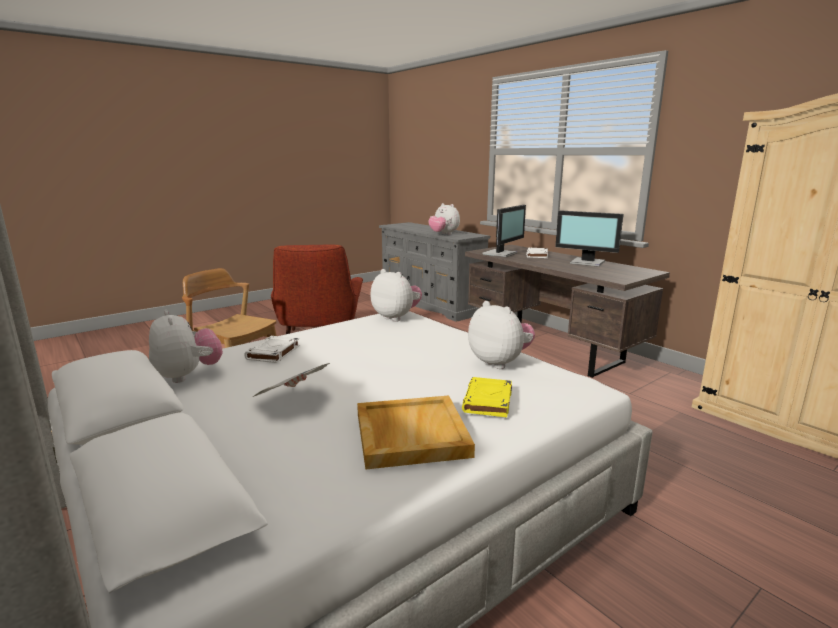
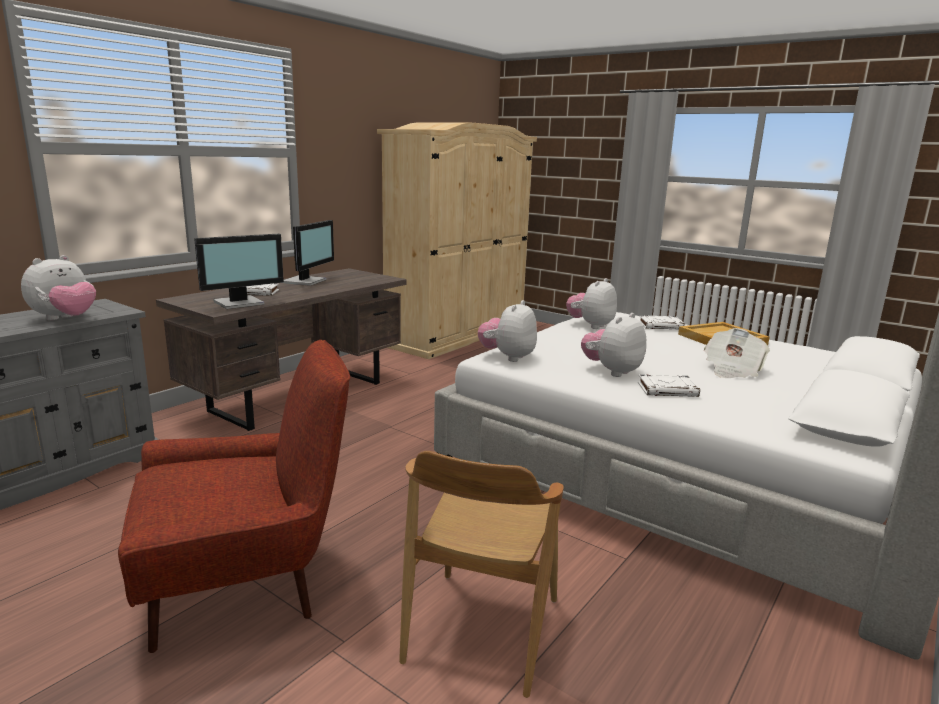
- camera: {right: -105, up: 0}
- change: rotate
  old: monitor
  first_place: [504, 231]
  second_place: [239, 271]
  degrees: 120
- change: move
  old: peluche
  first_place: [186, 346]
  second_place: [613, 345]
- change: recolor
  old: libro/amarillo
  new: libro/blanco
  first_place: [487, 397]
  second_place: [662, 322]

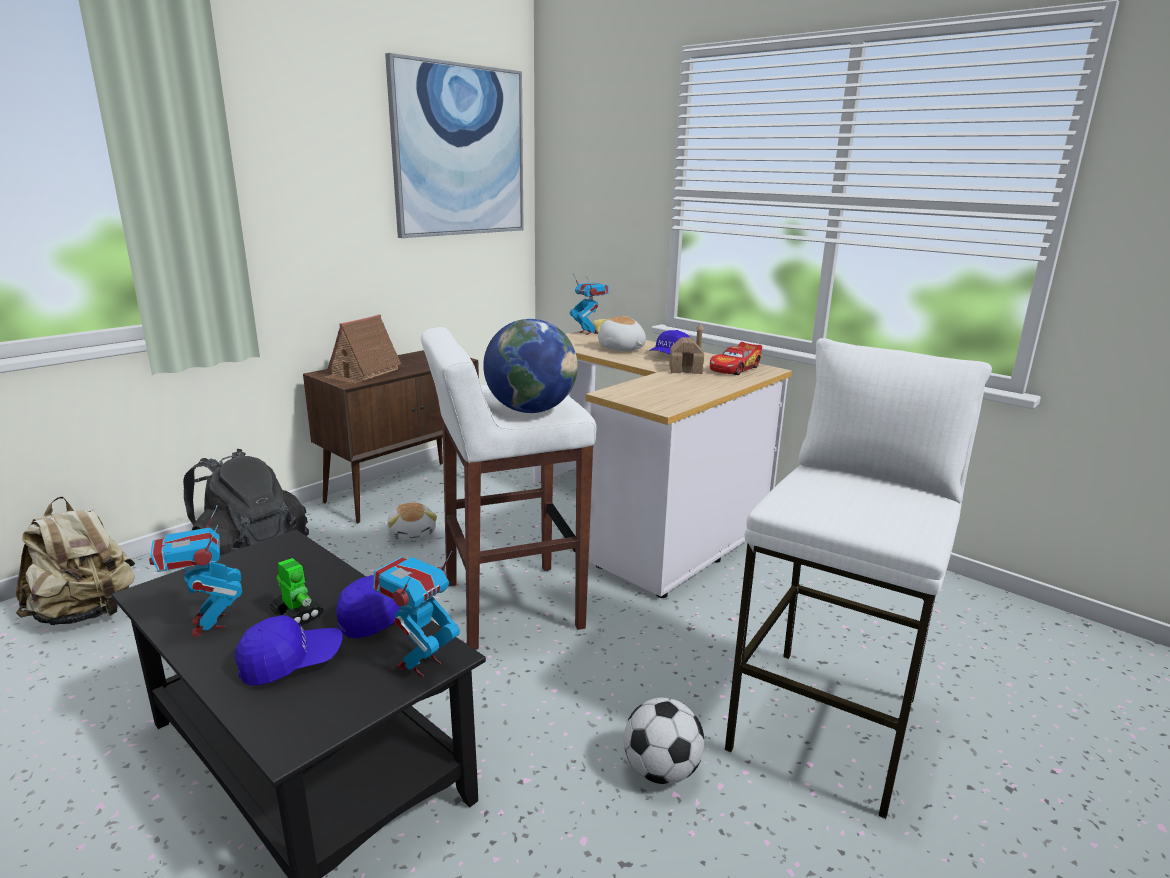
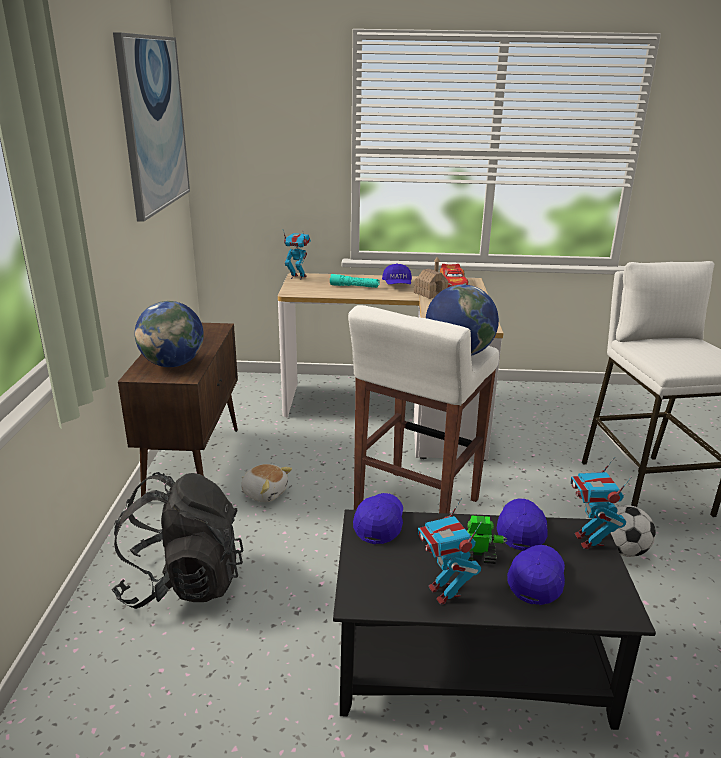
- camera: {right: -40, up: 5}
- change: replace
  old: casita
  new: globo terráqueo
  first_place: [362, 349]
  second_place: [169, 334]
- change: replace
  old: peluche
  new: linterna/turquesa
  first_place: [619, 333]
  second_place: [355, 281]
- change: delete
  old: mochila/beis
  first_place: [75, 561]
- change: rotate
  old: robot de juguete
  first_place: [195, 571]
  second_place: [450, 551]
  degrees: 45
- change: insert
  new: gorra/azul
  second_place: [378, 518]

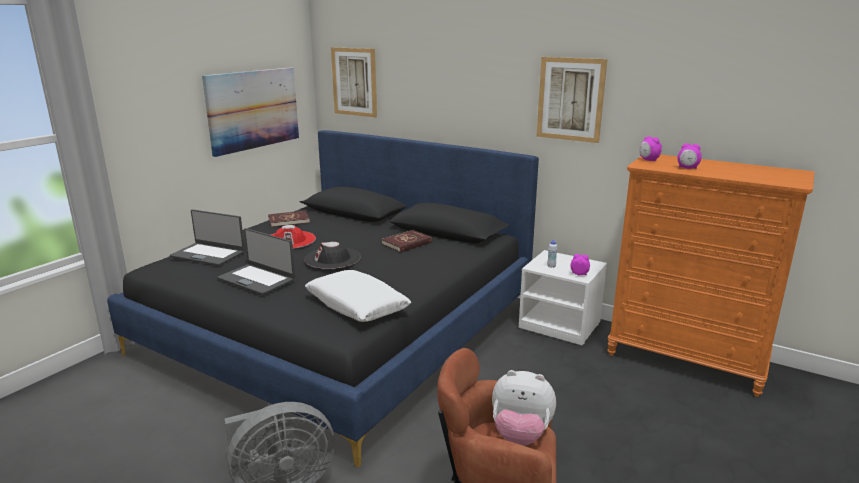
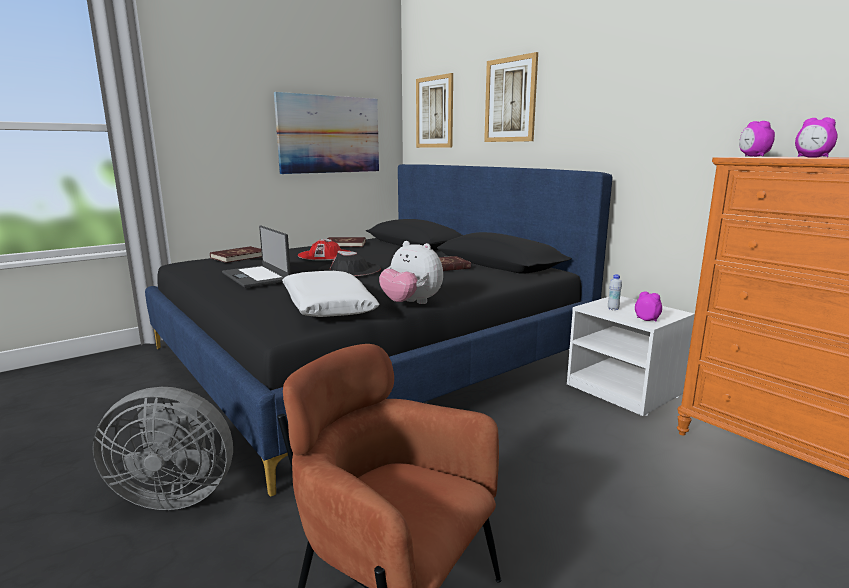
- camera: {right: 20, up: -5}
- change: move
  old: cuadro
  first_place: [571, 100]
  second_place: [511, 97]
- change: replace
  old: portátil
  new: libro/rojo
  first_place: [207, 237]
  second_place: [236, 254]
- change: move
  old: peluche
  first_place: [524, 408]
  second_place: [411, 272]

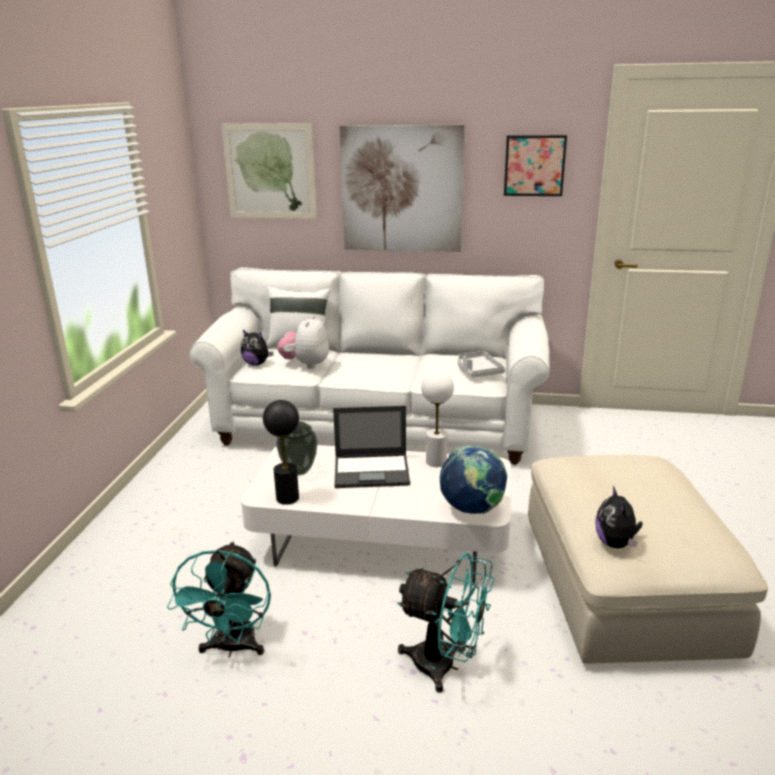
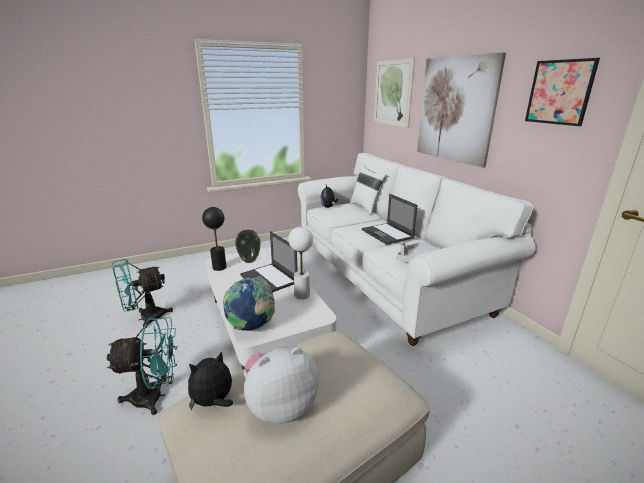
- camera: {right: 55, up: 0}
- change: move
  old: peluche
  first_place: [303, 342]
  second_place: [281, 385]
- change: rotate
  old: ventilador/turquesa
  first_place: [445, 623]
  second_place: [142, 366]
  degrees: -90
- change: insert
  new: portátil
  second_place: [390, 219]

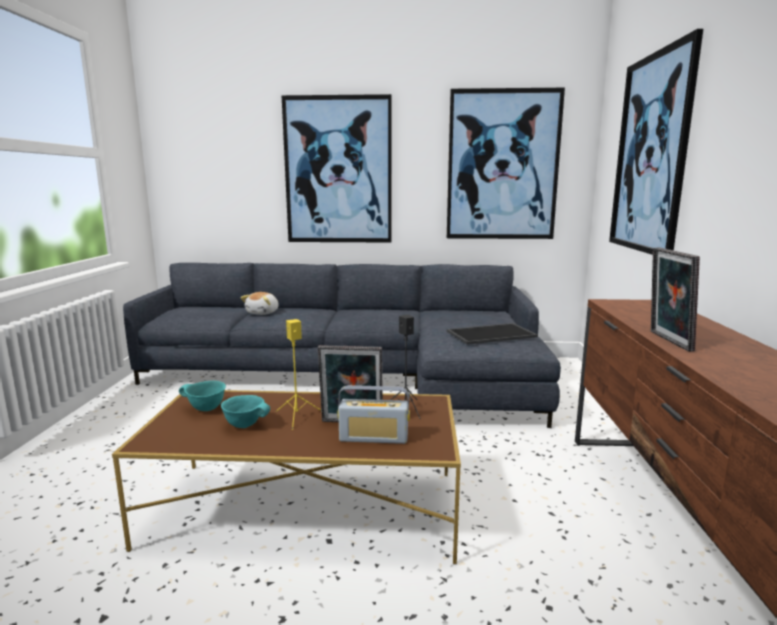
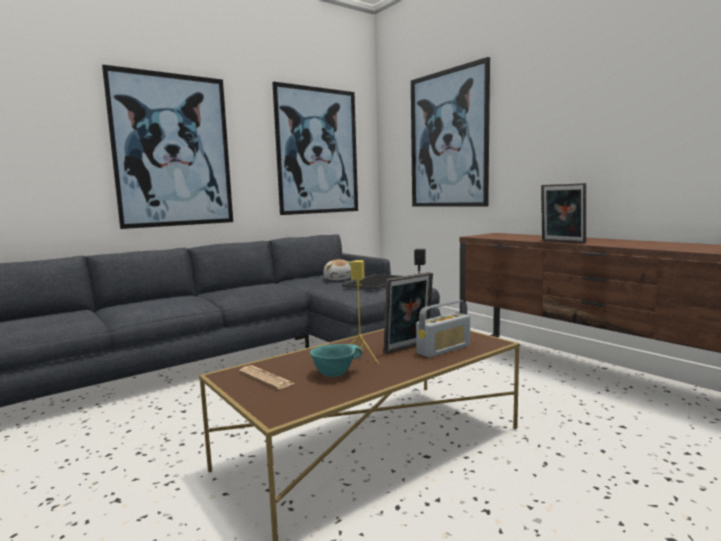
- camera: {right: -40, up: -5}
- change: move
  old: peluche
  first_place: [260, 303]
  second_place: [337, 269]
- change: replace
  old: cuenco/turquesa
  new: periódico
  first_place: [202, 396]
  second_place: [266, 377]

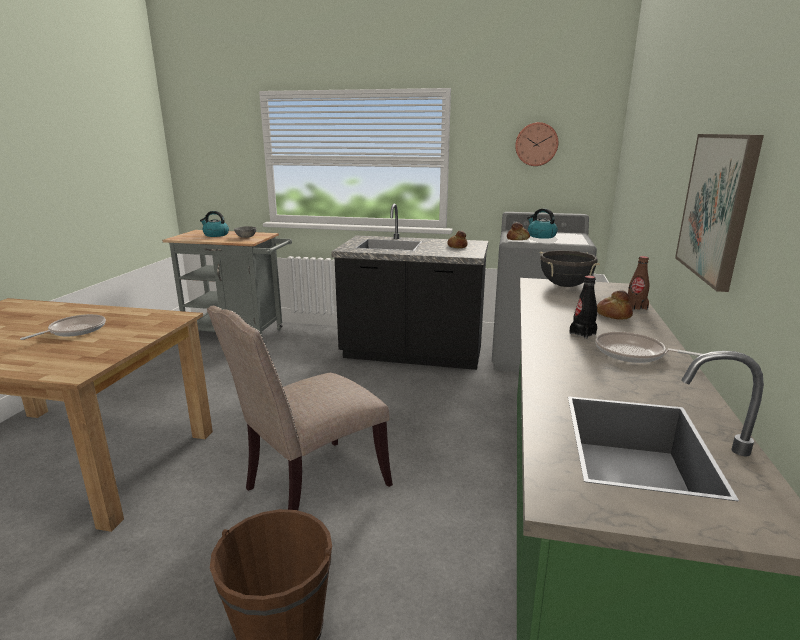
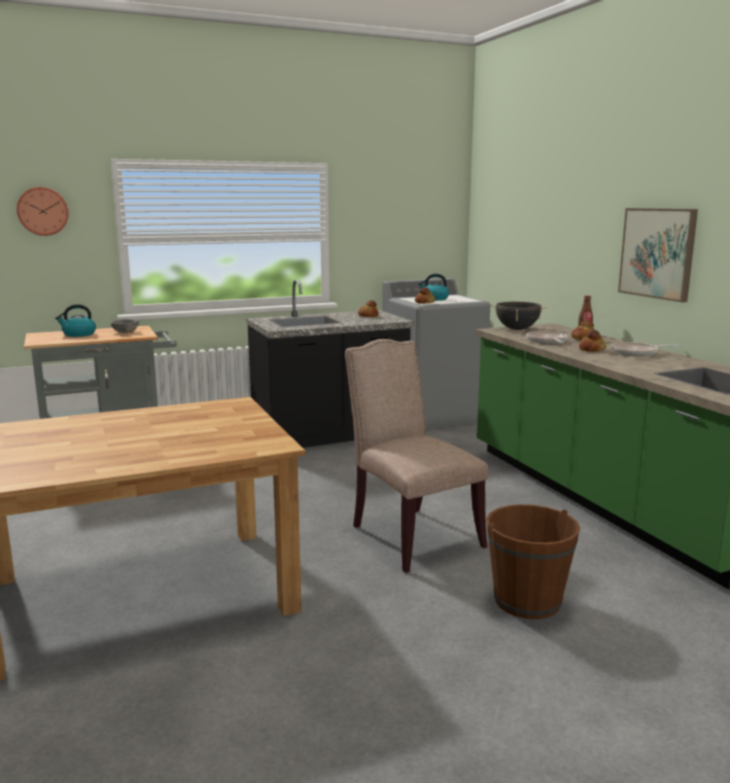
- camera: {right: -35, up: -5}
- change: move
  old: reloj de pared
  first_place: [536, 144]
  second_place: [43, 211]
- change: replace
  old: botella/negro
  new: pan
  first_place: [583, 307]
  second_place: [592, 341]
- change: rotate
  old: silla/beis
  first_place: [300, 408]
  second_place: [416, 456]
  degrees: 135
- change: move
  old: sartén
  first_place: [63, 327]
  second_place: [547, 337]

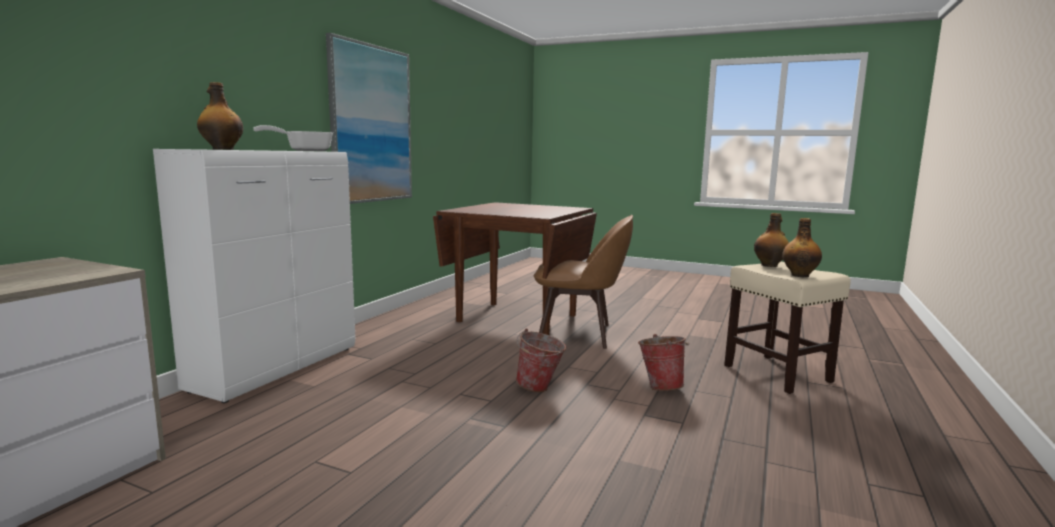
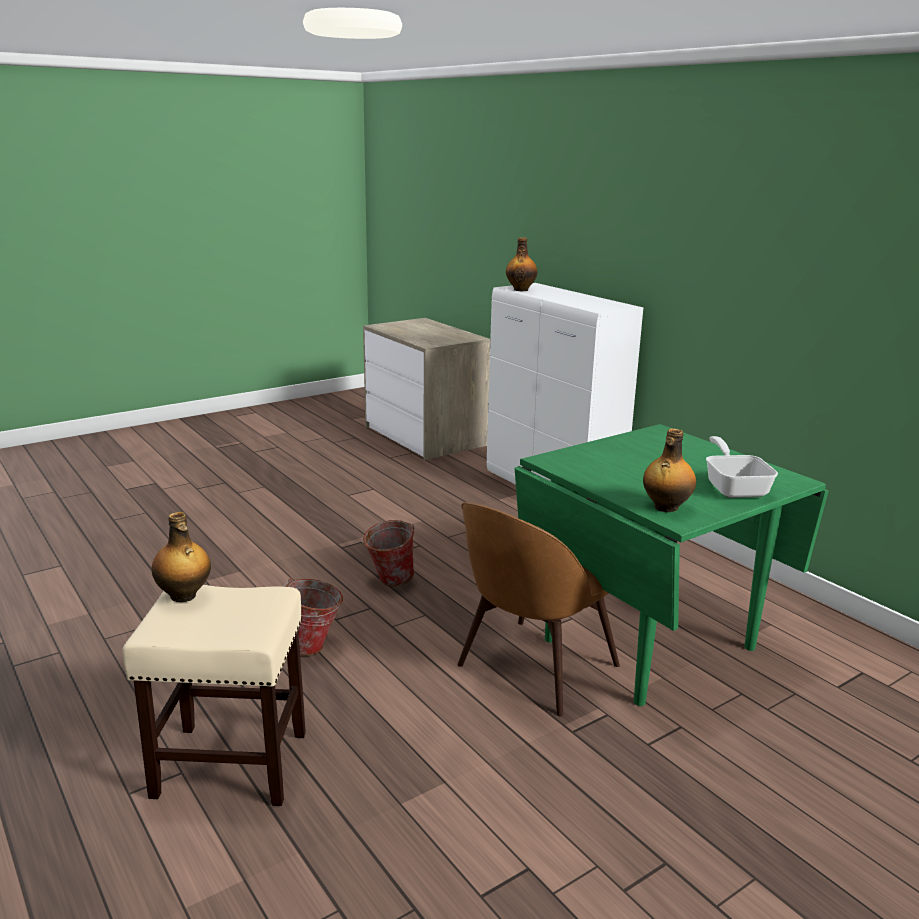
- camera: {right: 120, up: 10}
- change: delete
  old: cuadro
  first_place: [369, 118]
- change: move
  old: sartén
  first_place: [293, 138]
  second_place: [742, 467]
- change: recolor
  old: mesa de comedor/marrón
  new: mesa de comedor/verde
  first_place: [515, 268]
  second_place: [672, 565]
- change: move
  old: botella
  first_place: [771, 240]
  second_place: [669, 470]

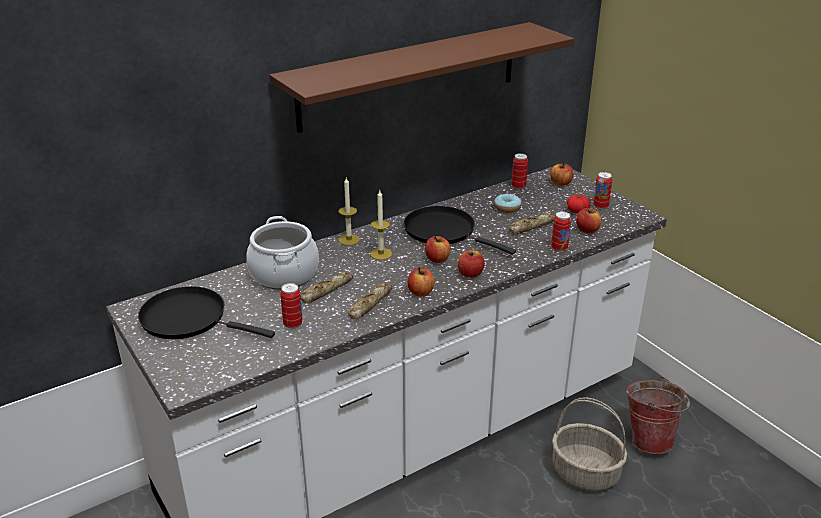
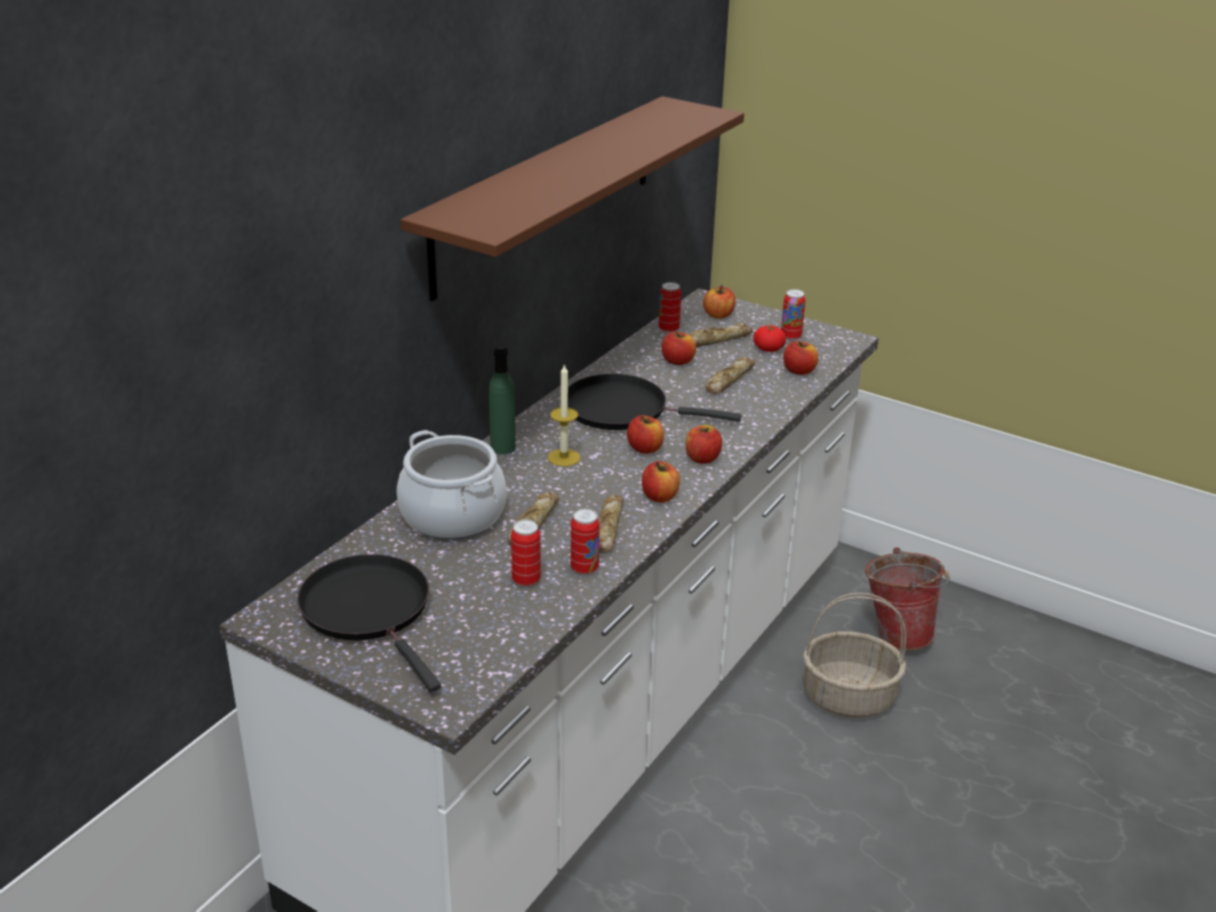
- camera: {right: -25, up: 0}
- change: replace
  old: vela
  new: botella/verde
  first_place: [349, 211]
  second_place: [502, 399]
- change: replace
  old: rosquilla
  new: manzana
  first_place: [507, 203]
  second_place: [678, 348]
- change: move
  old: lata
  first_place: [561, 231]
  second_place: [585, 542]
- change: rotate
  old: sartén/negro
  first_place: [206, 312]
  second_place: [369, 623]
  degrees: 60
- change: insert
  new: pan
  second_place: [720, 335]

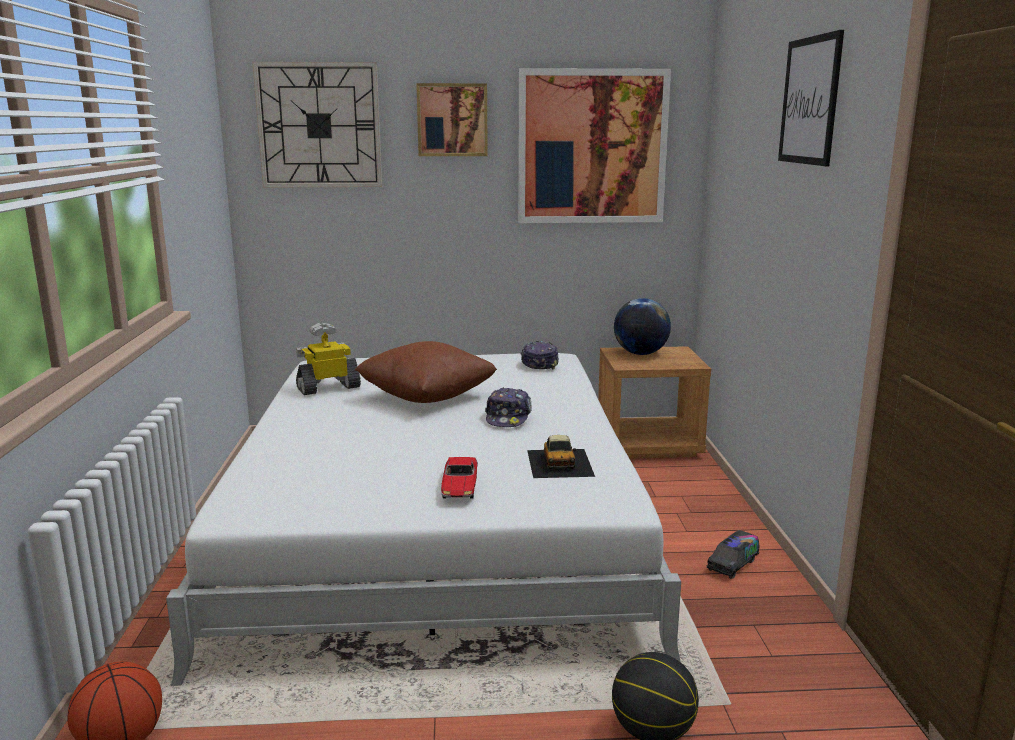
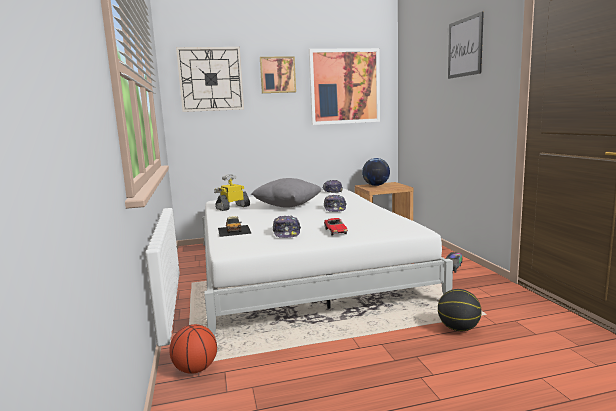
- camera: {right: -10, up: -5}
- change: recolor
  old: cojín/marrón
  new: cojín/gris
  first_place: [426, 372]
  second_place: [286, 193]
- change: move
  old: coche de juguete
  first_place: [561, 456]
  second_place: [235, 226]
- change: insert
  new: gorra
  second_place: [287, 227]

